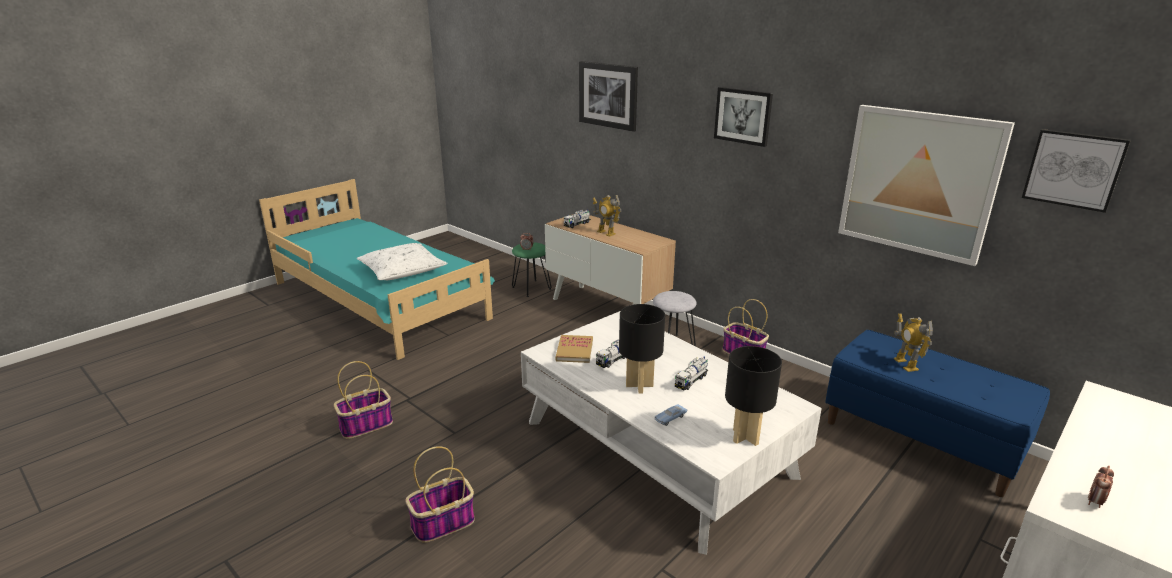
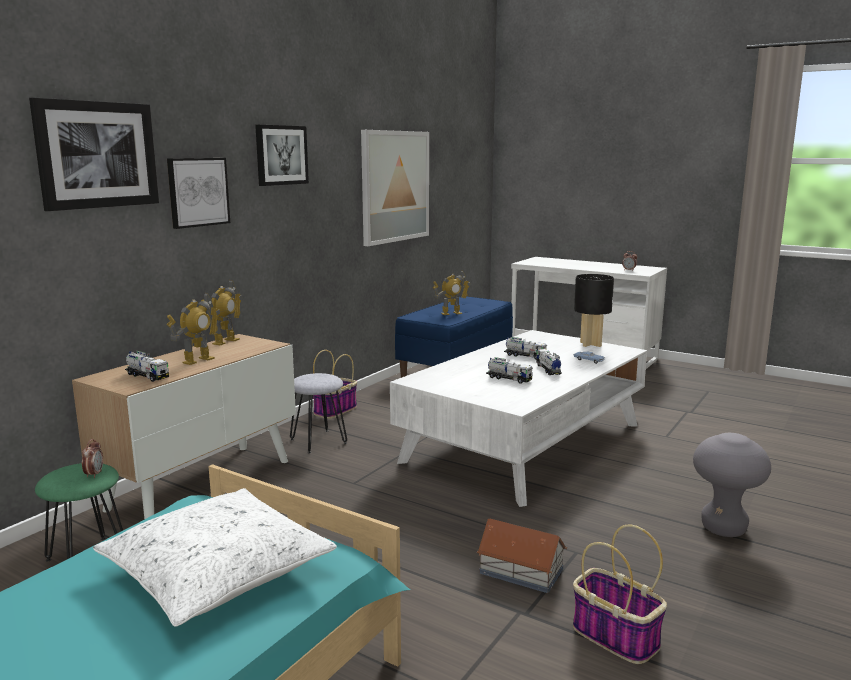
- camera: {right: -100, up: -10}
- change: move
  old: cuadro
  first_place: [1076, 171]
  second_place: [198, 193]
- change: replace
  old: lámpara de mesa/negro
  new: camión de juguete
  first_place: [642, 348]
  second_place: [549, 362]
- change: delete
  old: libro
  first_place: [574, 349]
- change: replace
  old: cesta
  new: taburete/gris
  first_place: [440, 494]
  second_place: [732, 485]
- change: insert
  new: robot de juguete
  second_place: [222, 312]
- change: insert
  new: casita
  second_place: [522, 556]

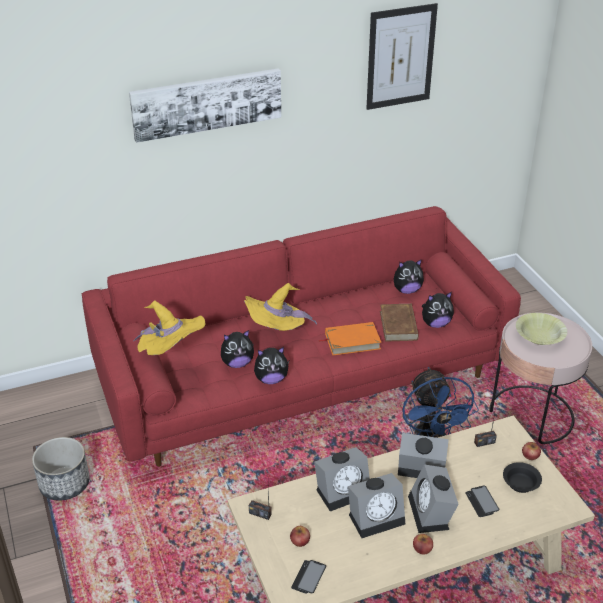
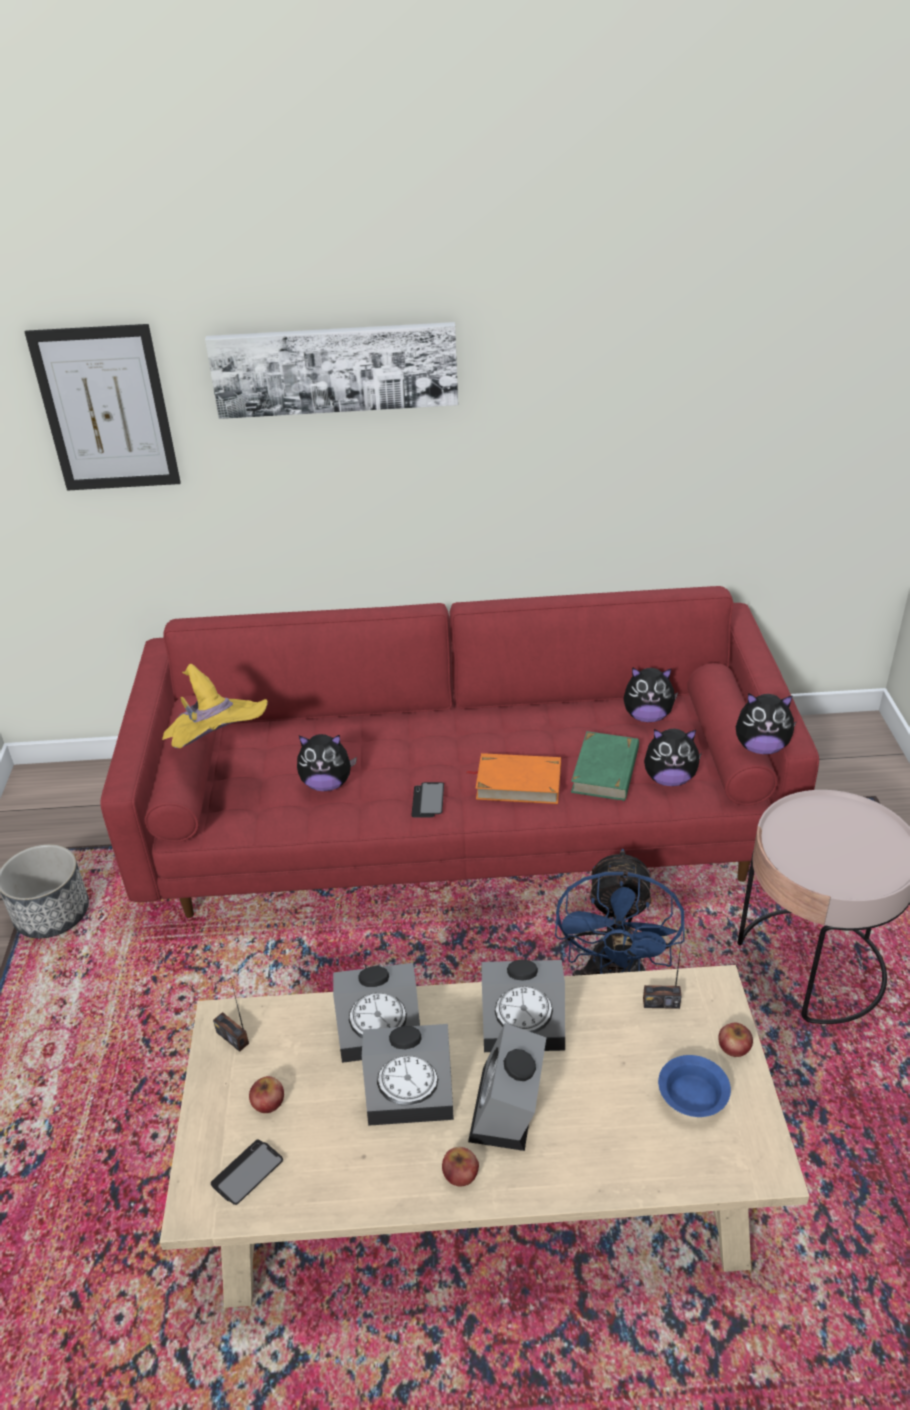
- camera: {right: 20, up: 0}
- change: move
  old: cuadro
  first_place: [402, 56]
  second_place: [103, 407]
- change: delete
  old: sombrero/amarillo
  first_place: [280, 307]
- change: recolor
  old: libro/marrón
  new: libro/verde
  first_place: [399, 323]
  second_place: [605, 766]
- change: delete
  old: cuenco/amarillo
  first_place: [541, 329]
- change: move
  old: peluche
  first_place: [271, 365]
  second_place: [766, 723]
- change: rotate
  old: despertador
  first_place: [423, 455]
  second_place: [523, 1006]
  degrees: 150
- change: recolor
  old: cuenco/negro
  new: cuenco/azul
  first_place: [522, 477]
  second_place: [694, 1086]
- change: move
  old: móvil
  first_place: [482, 501]
  second_place: [427, 800]

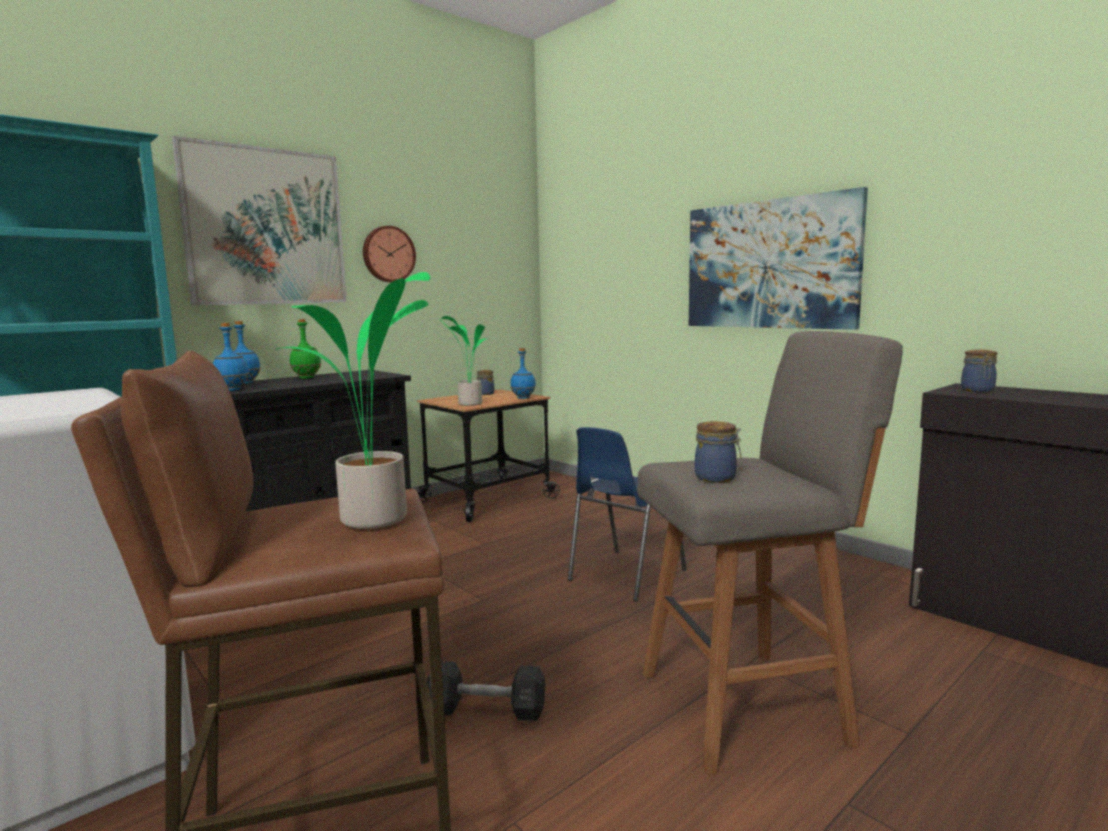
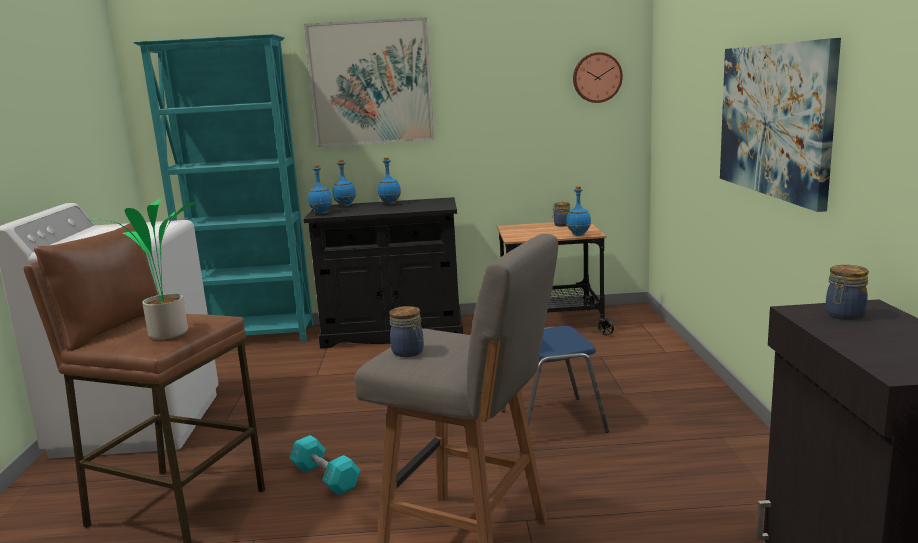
- camera: {right: 40, up: 5}
- change: move
  old: reloj de pared
  first_place: [389, 254]
  second_place: [598, 77]
- change: delete
  old: planta en maceta
  first_place: [461, 361]
- change: recolor
  old: botella/verde
  new: botella/azul
  first_place: [305, 349]
  second_place: [389, 181]
- change: recolor
  old: mancuerna/negro
  new: mancuerna/turquesa
  first_place: [486, 691]
  second_place: [324, 465]

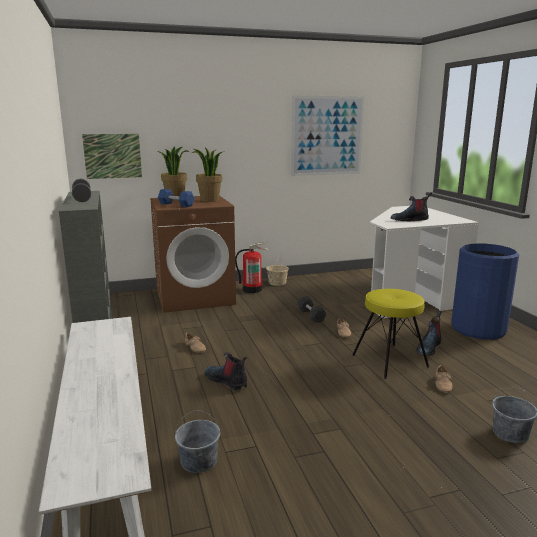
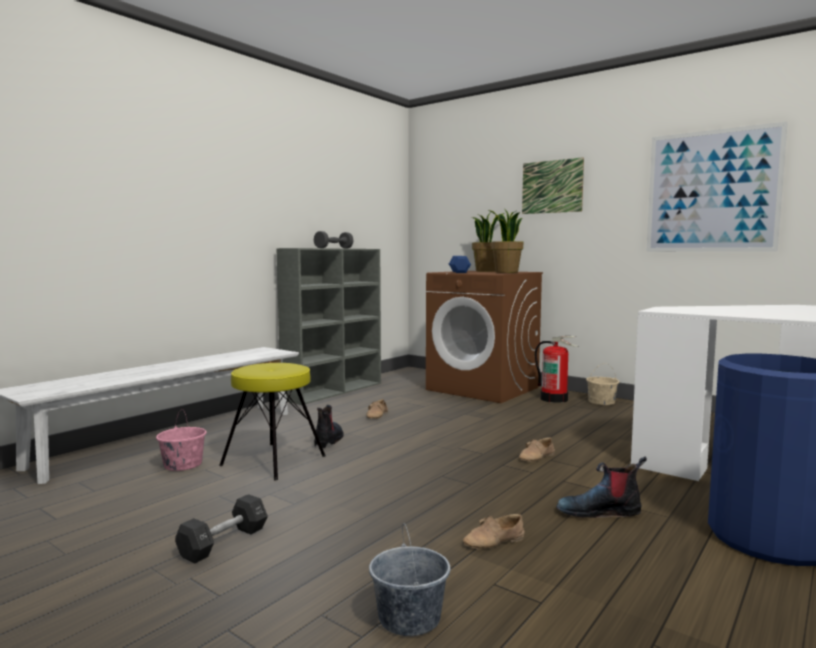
- camera: {right: 55, up: -10}
- change: move
  old: cuadro
  first_place: [112, 156]
  second_place: [553, 185]
- change: delete
  old: bota
  first_place: [411, 206]
- change: move
  old: taburete/amarillo
  first_place: [390, 334]
  second_place: [272, 421]
- change: move
  old: mancuerna/negro
  first_place: [312, 309]
  second_place: [221, 528]
- change: recolor
  old: cubo/gris
  new: cubo/rosa
  first_place: [197, 441]
  second_place: [181, 440]

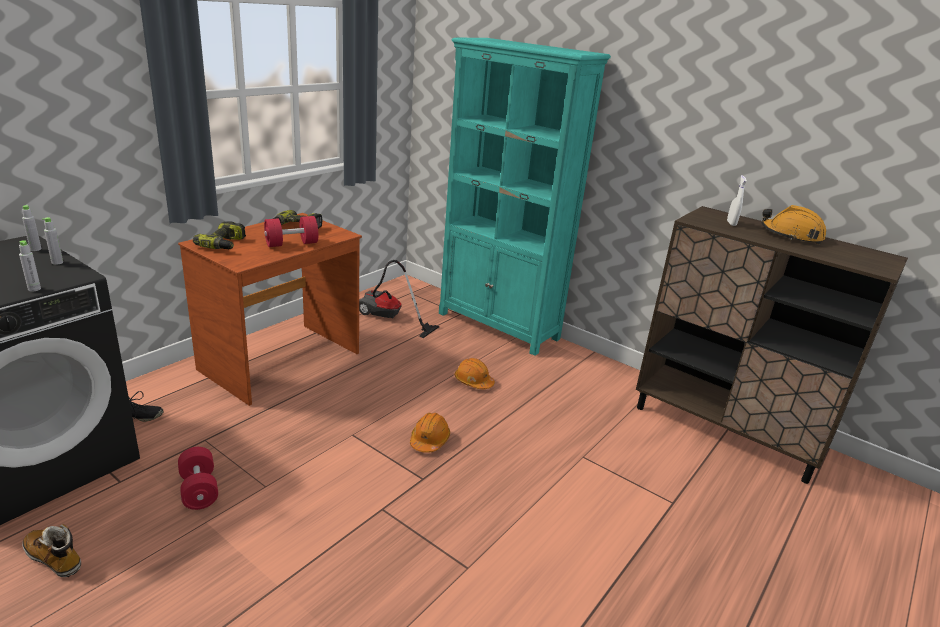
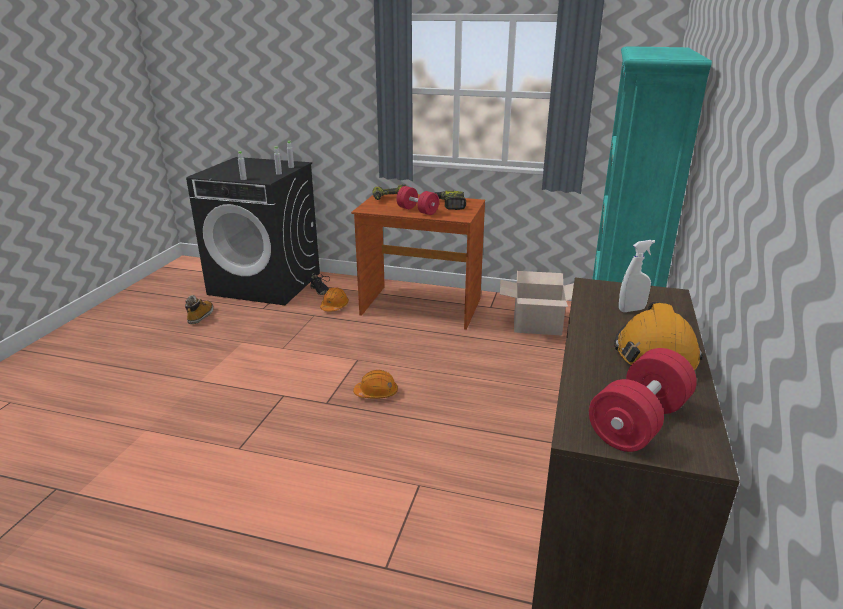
- camera: {right: 70, up: 0}
- change: replace
  old: aspiradora
  new: caja de cartón
  first_place: [399, 299]
  second_place: [537, 303]
- change: move
  old: casco/naranja
  first_place: [474, 373]
  second_place: [334, 299]
- change: move
  old: mancuerna/rojo
  first_place: [198, 478]
  second_place: [643, 400]

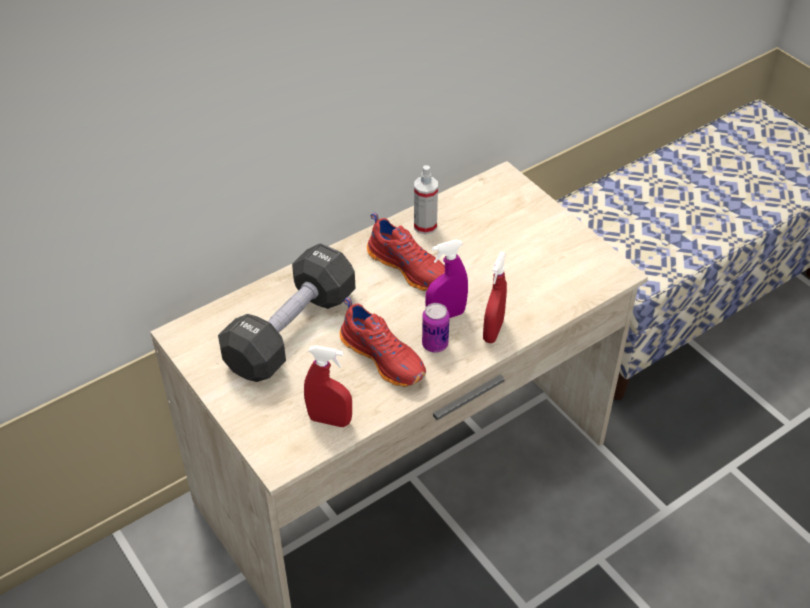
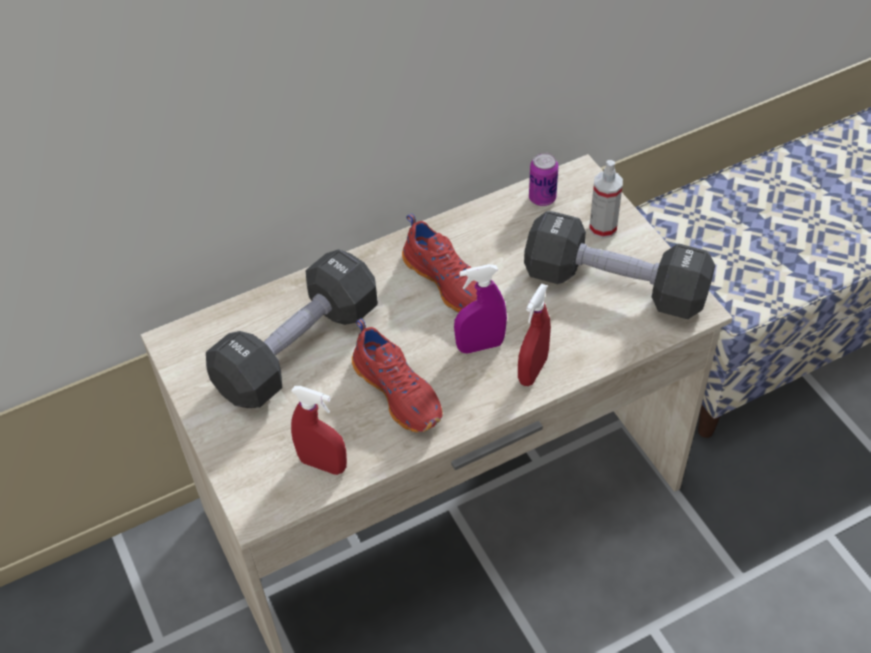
- camera: {right: 10, up: 5}
- change: move
  old: pulverizador
  first_place: [426, 200]
  second_place: [606, 199]
- change: move
  old: lata
  first_place: [436, 328]
  second_place: [543, 179]
- change: insert
  new: mancuerna/negro
  second_place: [619, 265]

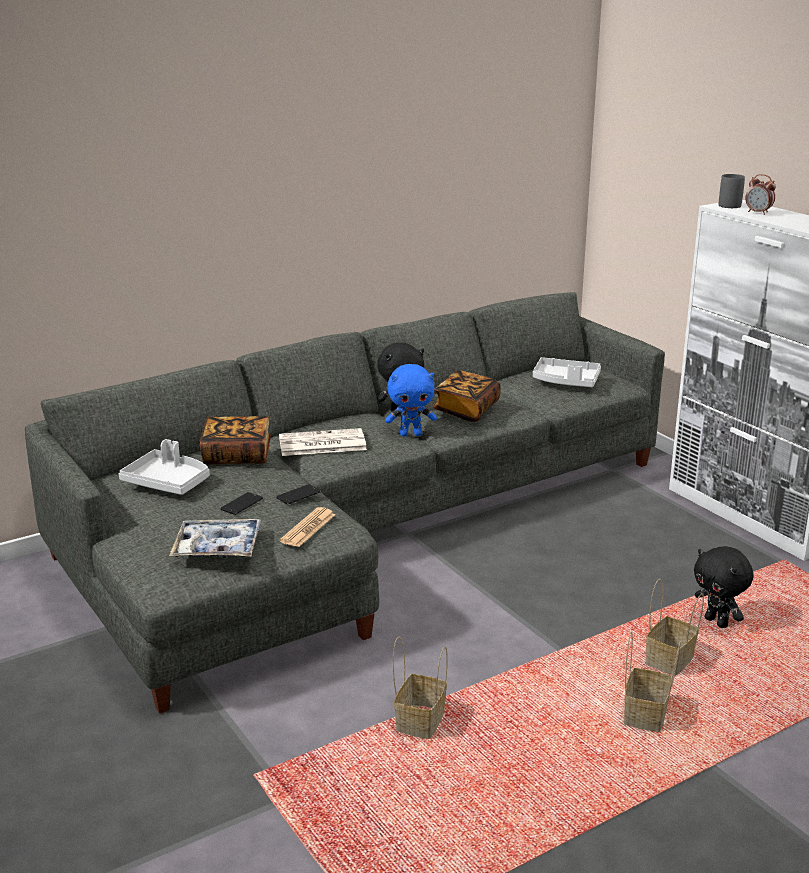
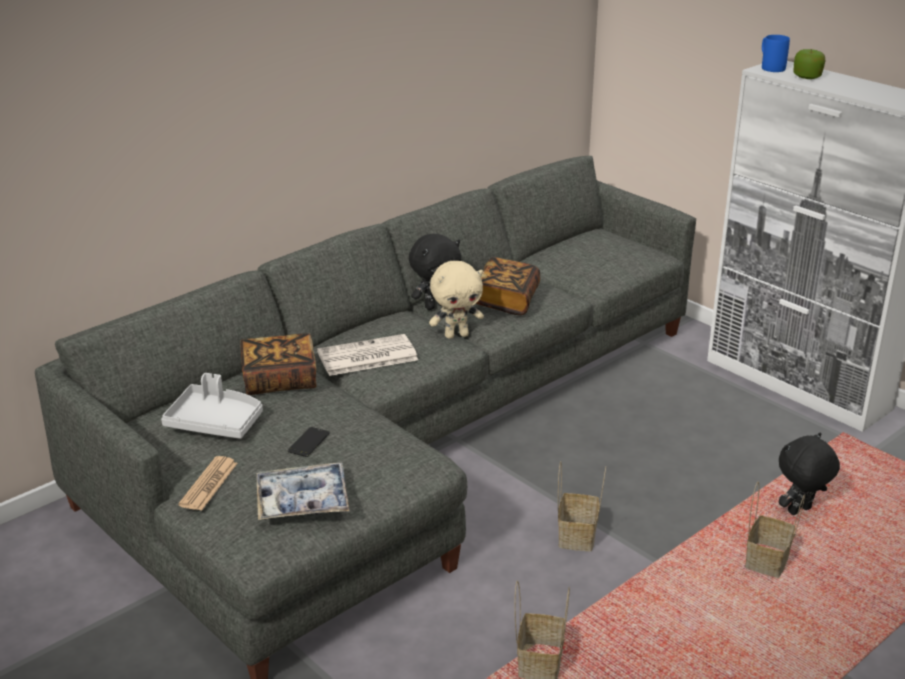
- camera: {right: -10, up: 5}
- change: recolor
  old: taza grande/gris
  new: taza grande/azul
  first_place: [732, 191]
  second_place: [776, 53]
- change: replace
  old: despertador
  new: manzana
  first_place: [760, 194]
  second_place: [809, 64]
- change: delete
  old: bandeja/gris
  first_place: [567, 372]
- change: recolor
  old: peluche/azul
  new: peluche/beis
  first_place: [411, 400]
  second_place: [456, 300]
- change: delete
  old: móvil
  first_place: [298, 494]
- change: move
  old: periódico
  first_place: [307, 527]
  second_place: [208, 483]
- change: rotate
  old: peluche/negro
  first_place: [723, 587]
  second_place: [809, 473]
  degrees: 105
- change: move
  old: cesta
  first_place: [652, 681]
  second_place: [582, 506]

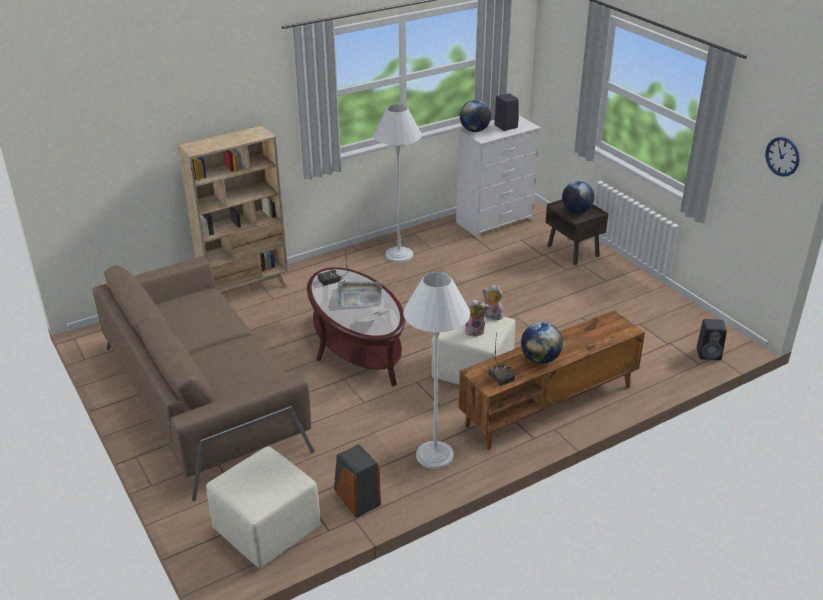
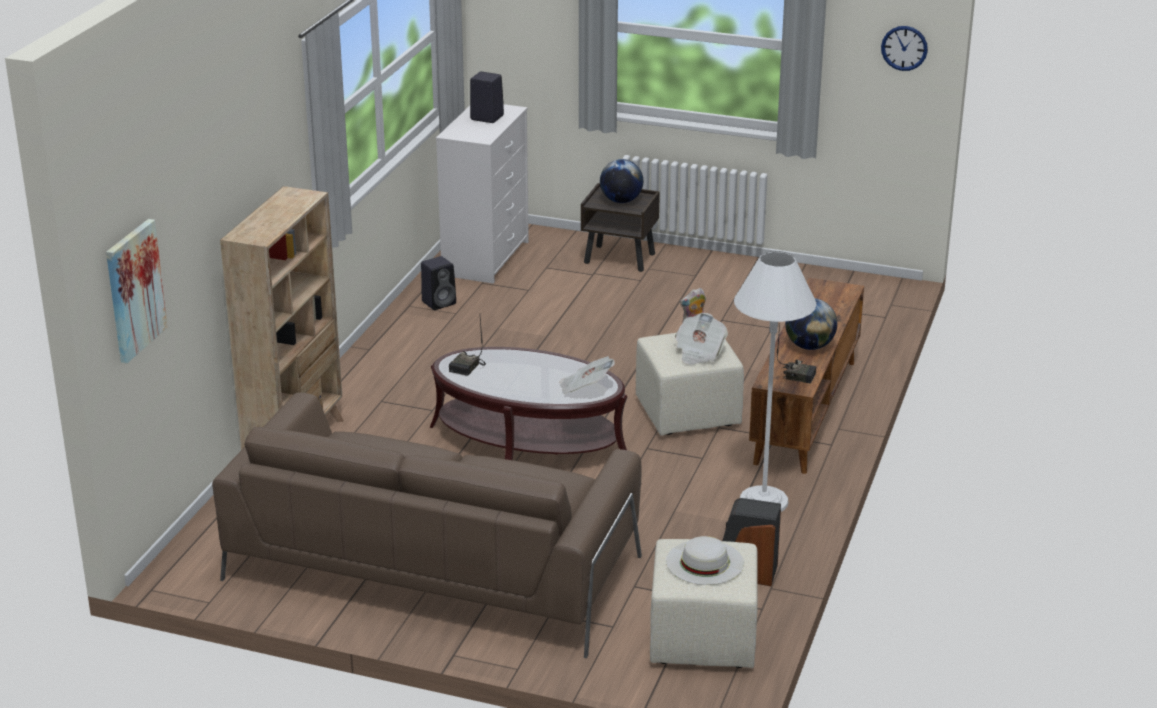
- camera: {right: -40, up: -5}
- change: delete
  old: globo terráqueo
  first_place: [475, 116]
- change: delete
  old: lámpara de pie/blanco
  first_place: [397, 183]
- change: delete
  old: bandeja/gris
  first_place: [359, 294]
- change: replace
  old: peluche
  new: periódico
  first_place: [477, 318]
  second_place: [701, 339]
- change: move
  old: altavoz/negro
  first_place: [712, 339]
  second_place: [438, 283]
- change: insert
  new: cuadro
  second_place: [137, 291]
- change: insert
  new: sombrero/blanco
  second_place: [705, 560]

